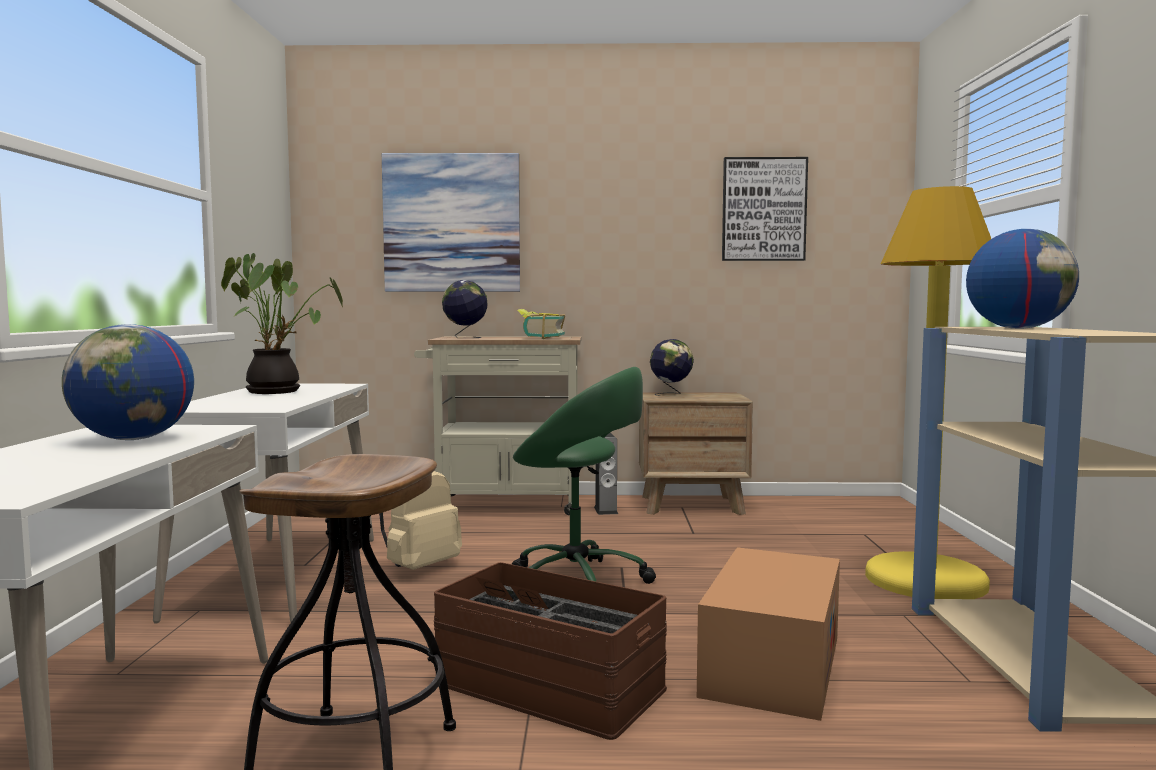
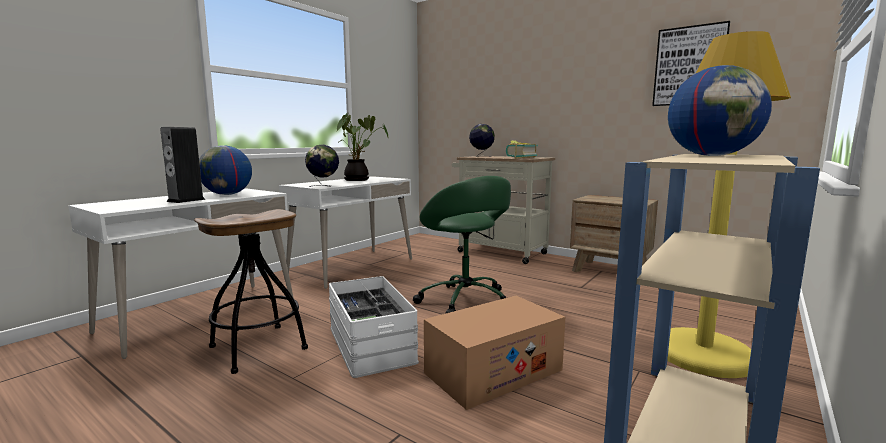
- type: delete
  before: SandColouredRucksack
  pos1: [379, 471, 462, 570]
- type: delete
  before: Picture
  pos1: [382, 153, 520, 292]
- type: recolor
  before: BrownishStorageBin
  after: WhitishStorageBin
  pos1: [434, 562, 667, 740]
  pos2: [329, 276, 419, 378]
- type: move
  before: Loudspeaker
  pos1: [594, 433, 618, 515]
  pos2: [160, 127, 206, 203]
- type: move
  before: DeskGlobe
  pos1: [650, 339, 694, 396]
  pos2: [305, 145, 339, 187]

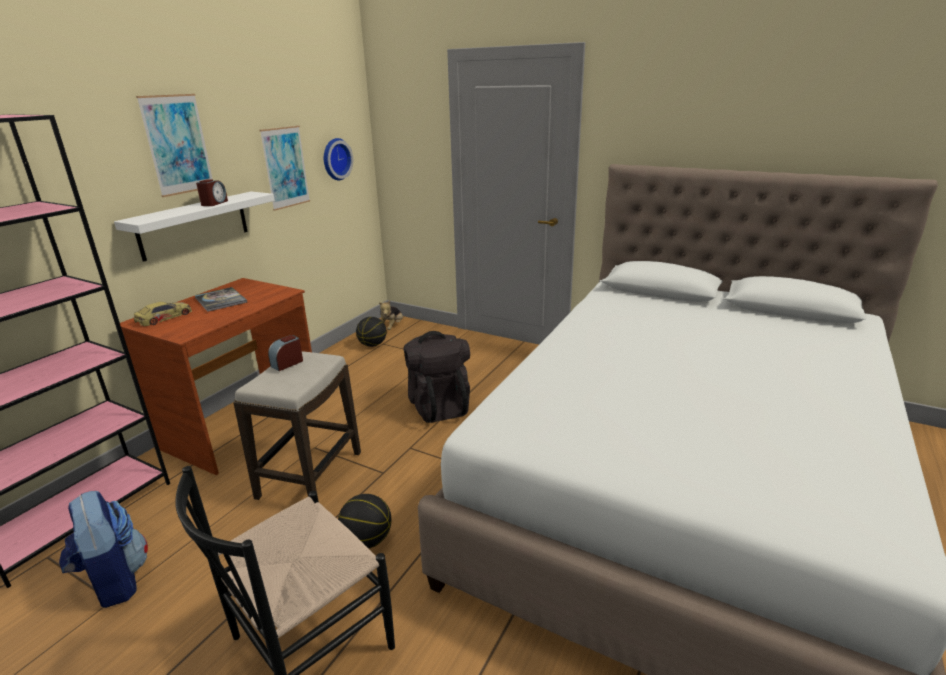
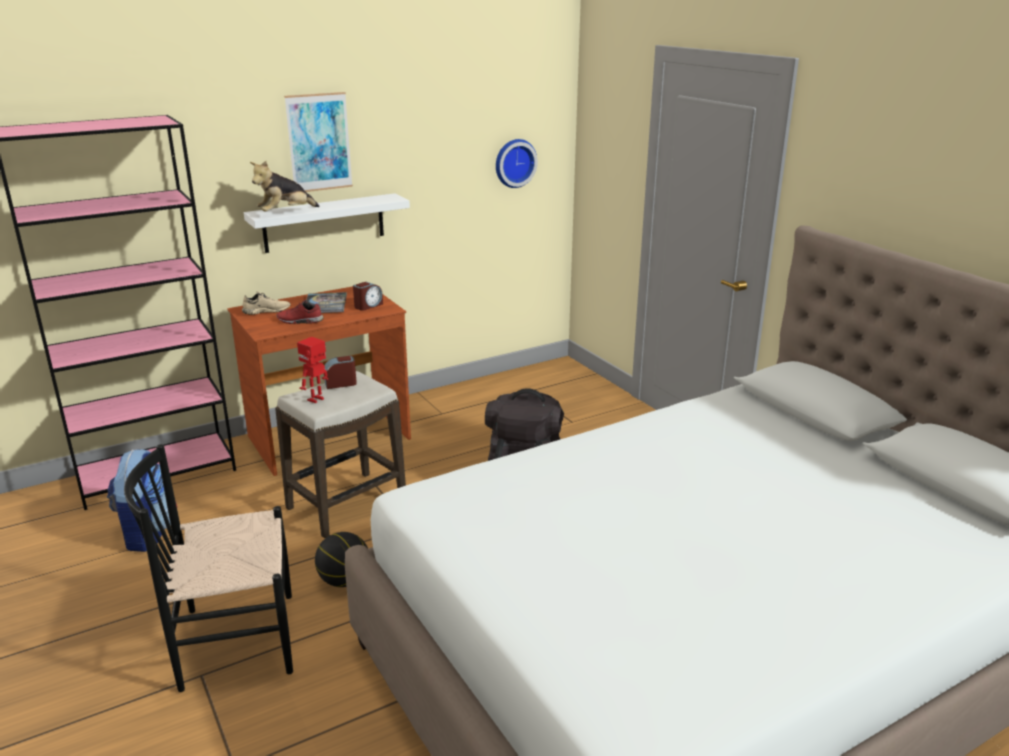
- type: replace
  before: MiniatureCar
  after: SandColouredLowShoe
  pos1: [134, 302, 192, 326]
  pos2: [242, 292, 290, 315]
- type: move
  before: BedsideClock
  pos1: [196, 179, 228, 206]
  pos2: [353, 282, 383, 311]
- type: delete
  before: Picture
  pos1: [259, 126, 310, 211]
- type: delete
  before: BasketballBall
  pos1: [356, 317, 387, 347]
- type: move
  before: PlushToy
  pos1: [379, 300, 403, 330]
  pos2: [250, 161, 319, 212]
- type: insert
  after: RedLowShoe
  pos2: [276, 300, 323, 324]
- type: insert
  after: ModelRobot
  pos2: [297, 337, 328, 403]

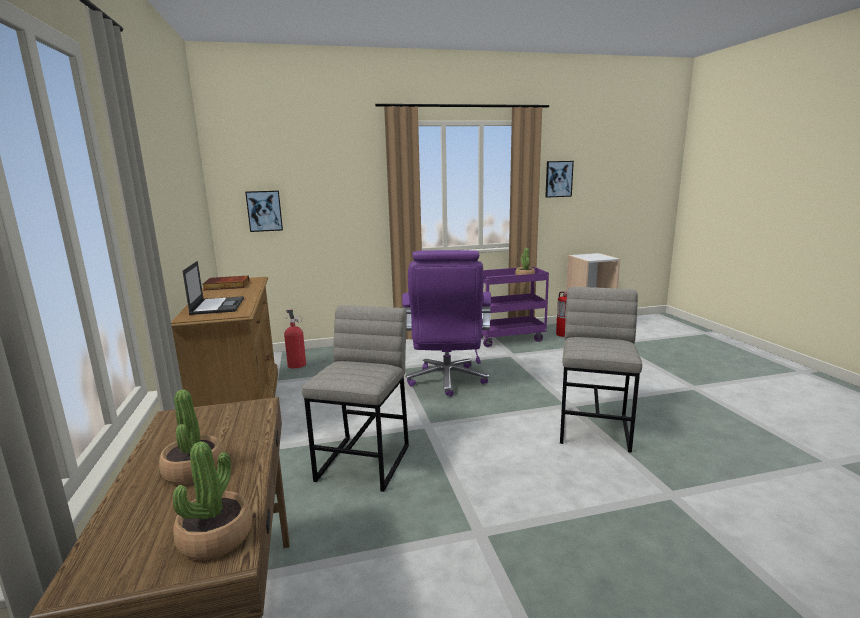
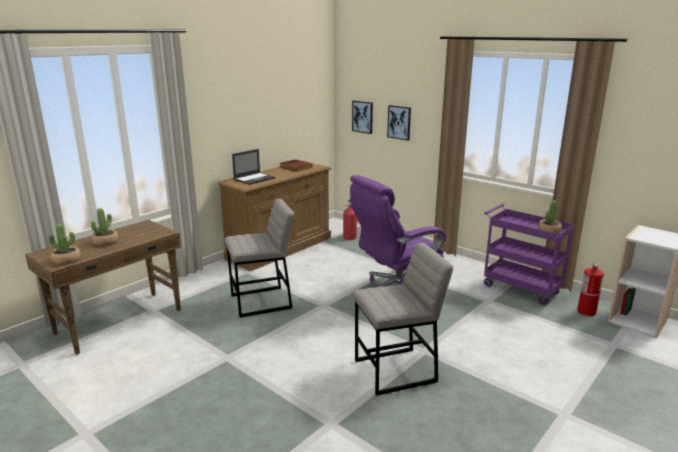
- type: move
  before: Picture
  pos1: [545, 161, 574, 198]
  pos2: [387, 105, 411, 141]

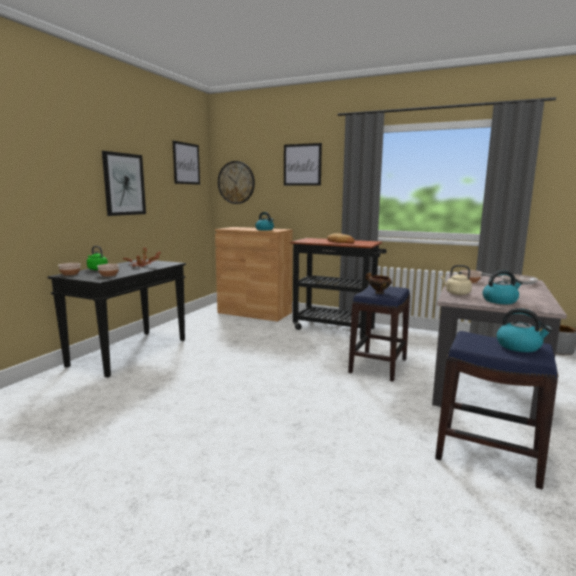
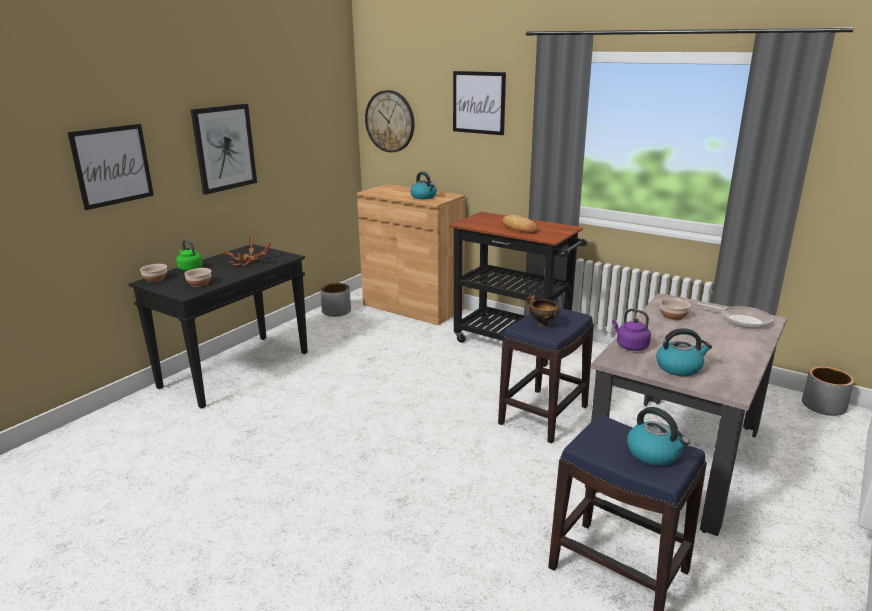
- type: move
  before: Picture
  pos1: [173, 141, 200, 185]
  pos2: [68, 124, 154, 210]
- type: recolor
  before: SandColouredKettle
  after: PurplishKettle
  pos1: [441, 265, 472, 295]
  pos2: [612, 309, 651, 351]
- type: insert
  after: GreyishPlanter
  pos2: [320, 283, 351, 317]

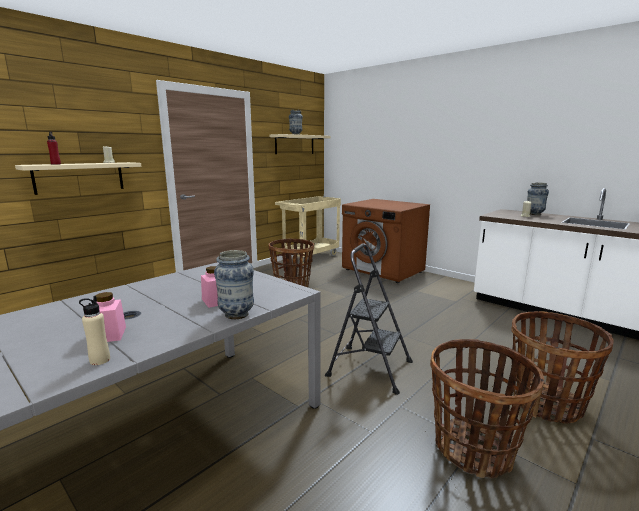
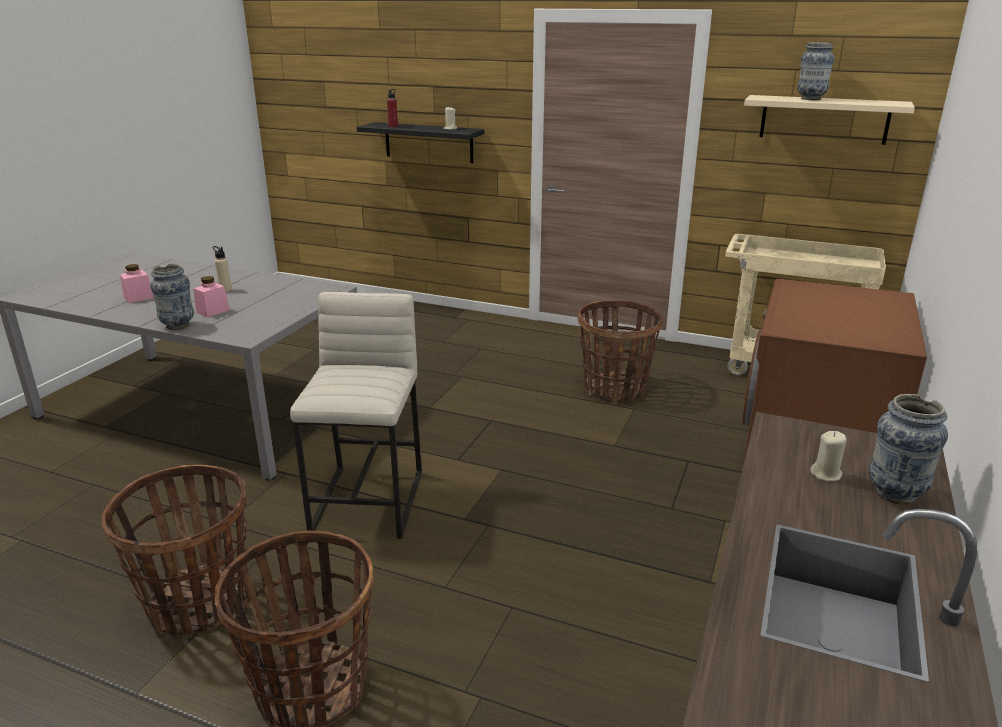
- type: recolor
  before: SandColouredWallShelf
  after: BlackWallShelf
  pos1: [15, 162, 142, 195]
  pos2: [357, 122, 485, 163]
- type: move
  before: SandColouredBeverageBottle
  pos1: [79, 296, 110, 365]
  pos2: [213, 246, 232, 292]
- type: replace
  before: BlackStepladder
  after: SandColouredStoolSeat
  pos1: [325, 244, 413, 395]
  pos2: [290, 292, 422, 539]

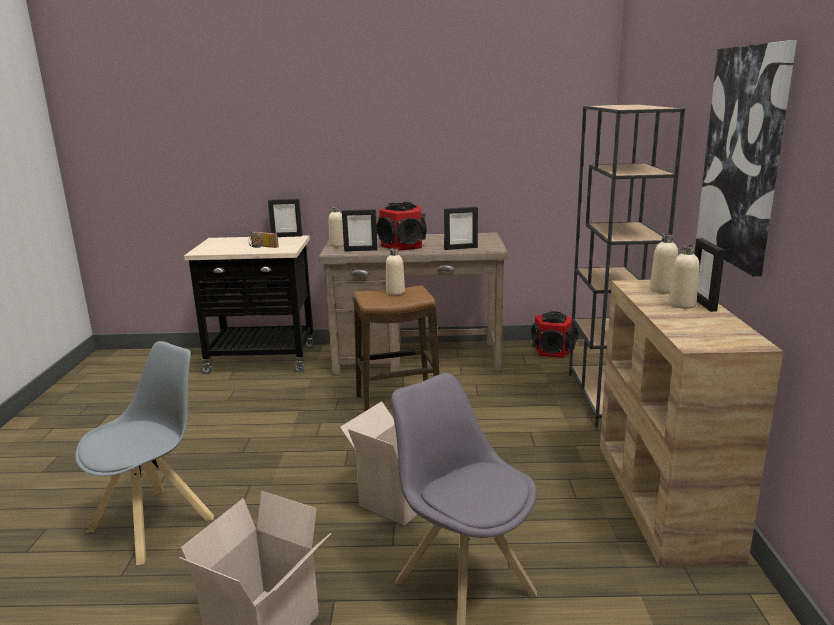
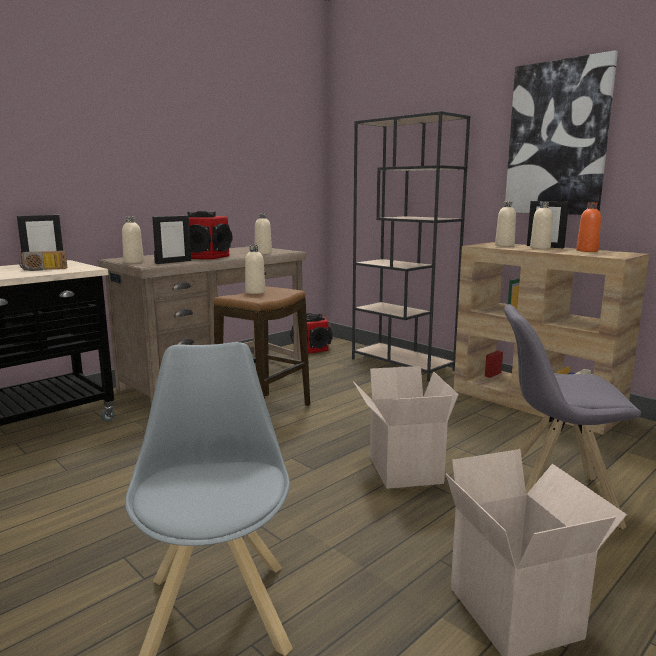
- type: replace
  before: PhotoFrame
  after: SandColouredBeverageBottle
  pos1: [444, 207, 478, 250]
  pos2: [255, 213, 272, 254]
- type: insert
  after: OrangeColouredBeverageBottle
  pos2: [576, 202, 601, 252]

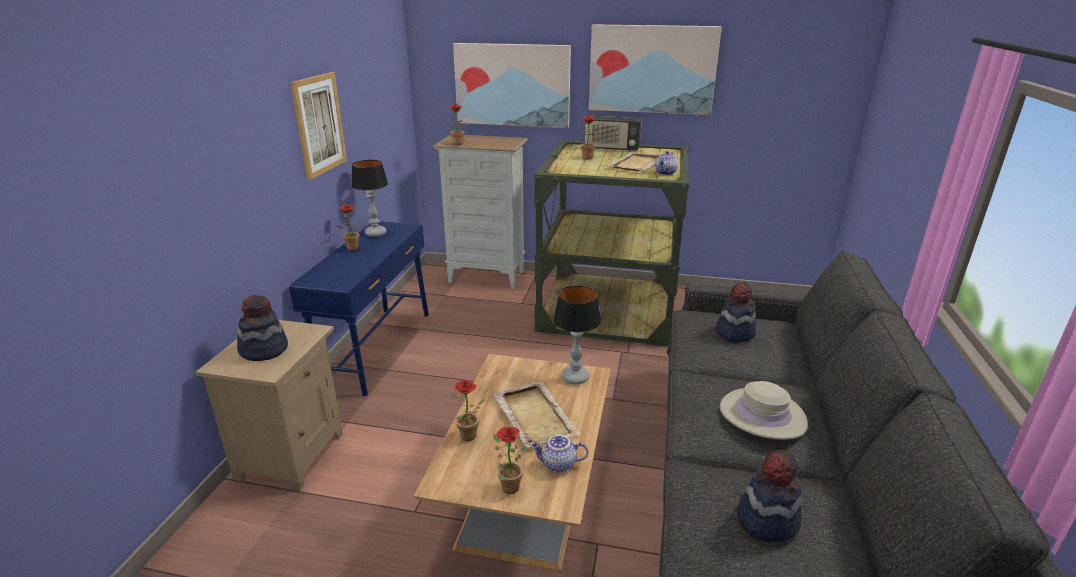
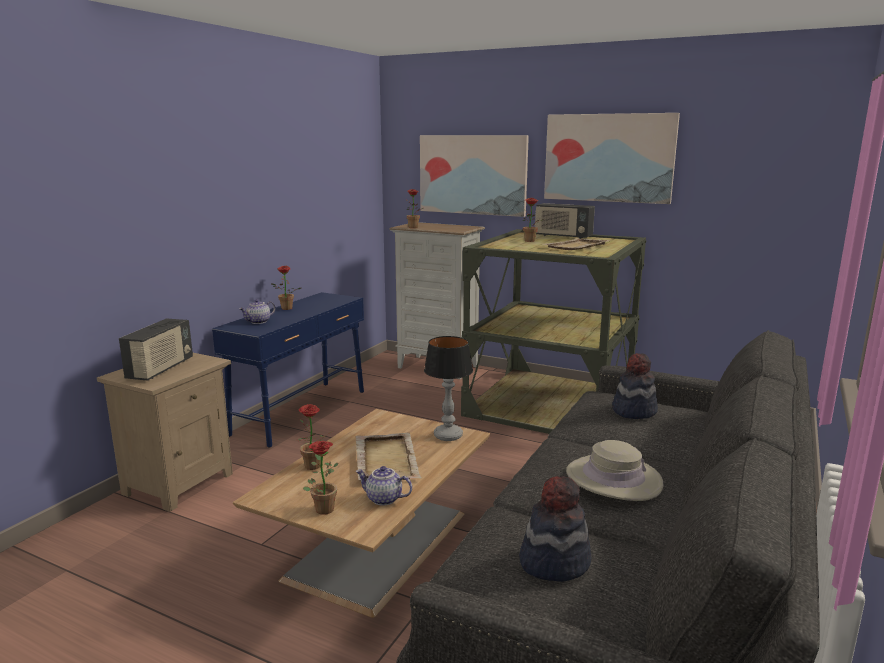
- type: replace
  before: Hat
  after: RadioReceiver
  pos1: [237, 295, 288, 361]
  pos2: [119, 318, 193, 381]
- type: delete
  before: Picture
  pos1: [290, 72, 347, 180]
- type: delete
  before: TableLamp
  pos1: [351, 160, 388, 237]
- type: move
  before: TeaPot
  pos1: [655, 151, 678, 175]
  pos2: [239, 299, 276, 324]

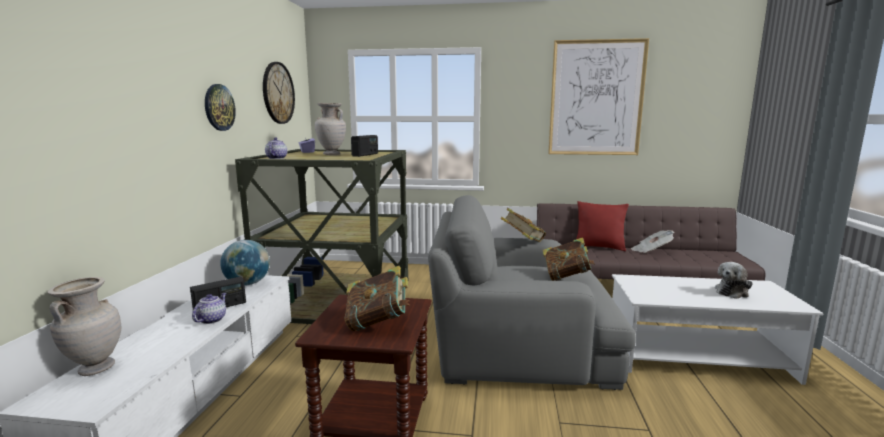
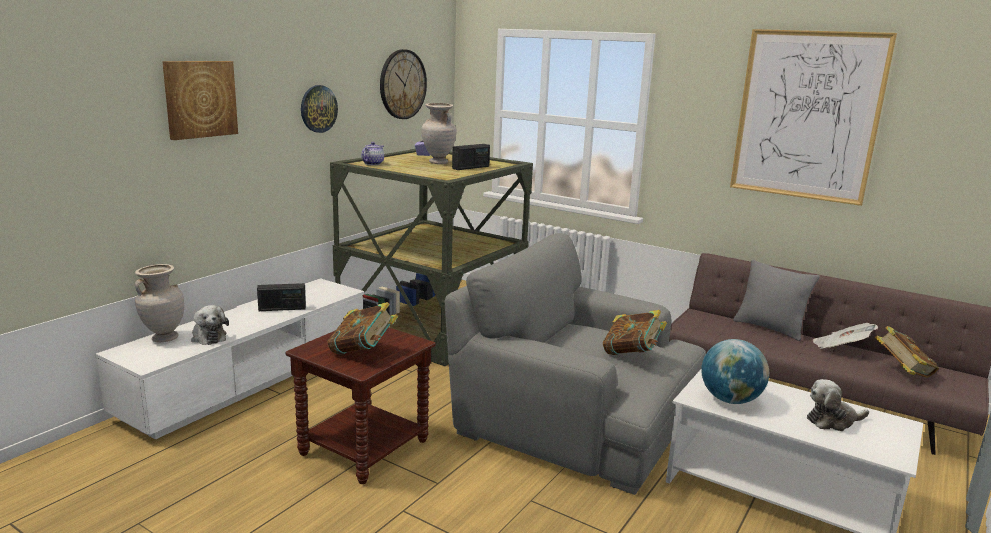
- type: delete
  before: TeaPot
  pos1: [192, 293, 226, 324]
- type: move
  before: DeskGlobe
  pos1: [220, 240, 270, 285]
  pos2: [701, 339, 769, 404]
- type: move
  before: Volume
  pos1: [501, 208, 546, 242]
  pos2: [875, 326, 939, 378]
- type: recolor
  before: RedThrowPillow
  after: GreyishThrowPillow
  pos1: [576, 201, 629, 251]
  pos2: [733, 259, 820, 341]
- type: insert
  after: Picture
  pos2: [162, 61, 238, 140]
- type: insert
  after: PlushToy
  pos2: [191, 305, 229, 345]

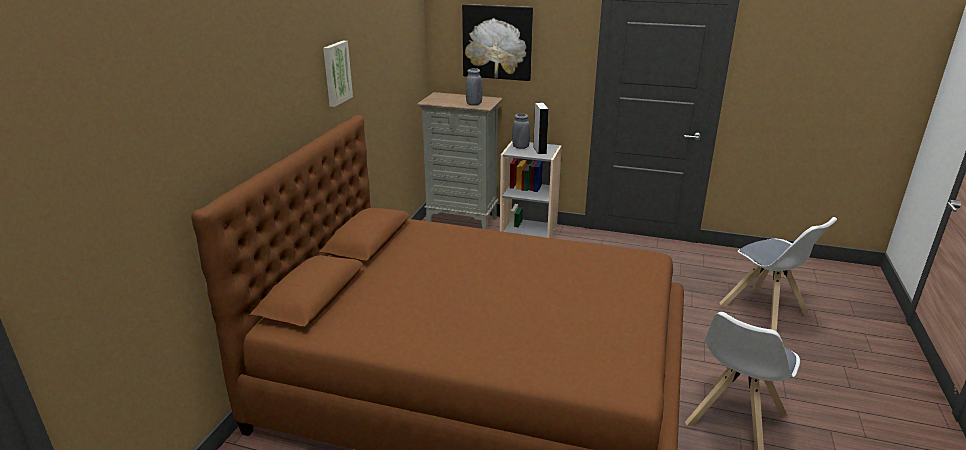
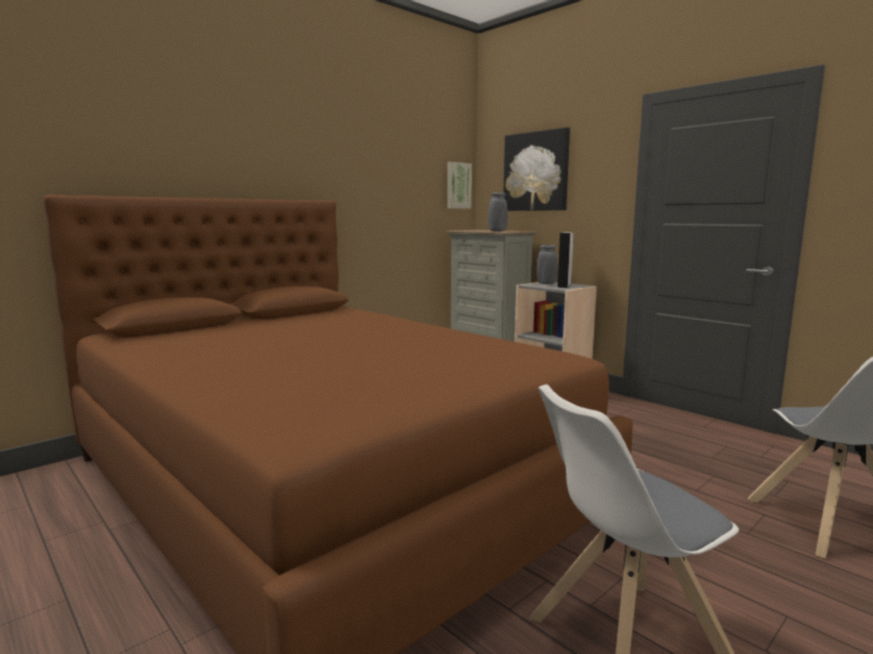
- type: move
  before: Picture
  pos1: [323, 41, 353, 107]
  pos2: [447, 162, 472, 209]

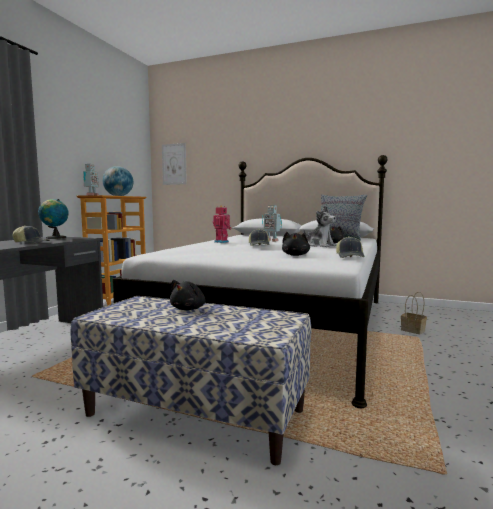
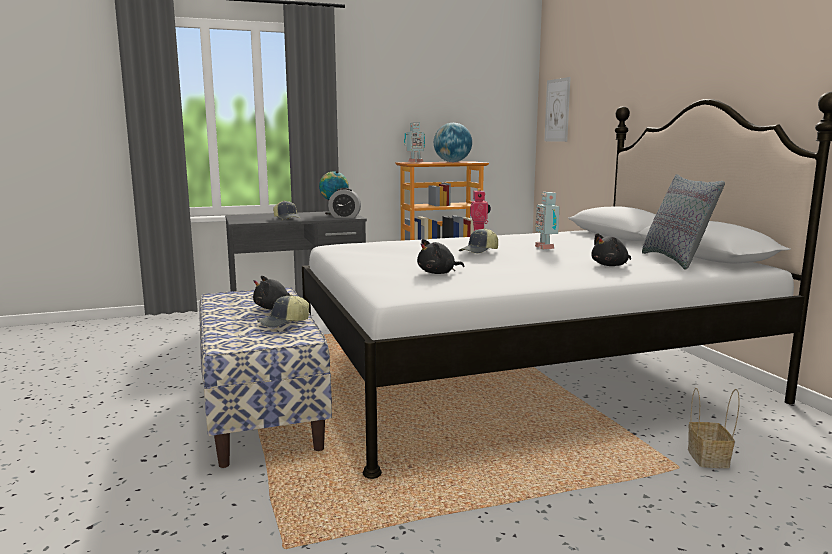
- type: delete
  before: PlushToy
  pos1: [303, 206, 337, 247]
- type: move
  before: PeakedCap
  pos1: [336, 236, 365, 258]
  pos2: [257, 295, 309, 328]
- type: insert
  after: BedsideClock
  pos2: [328, 188, 361, 218]

